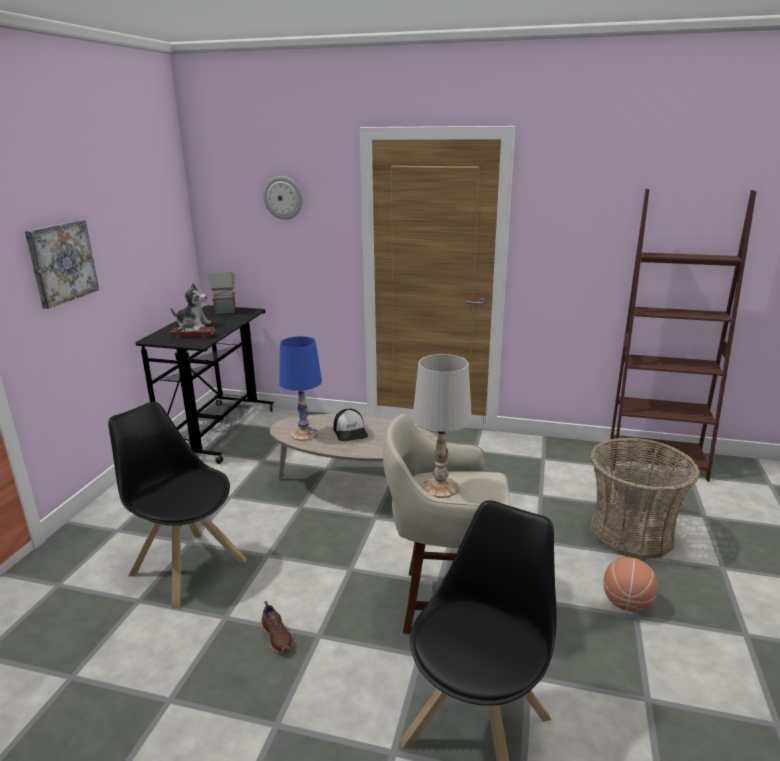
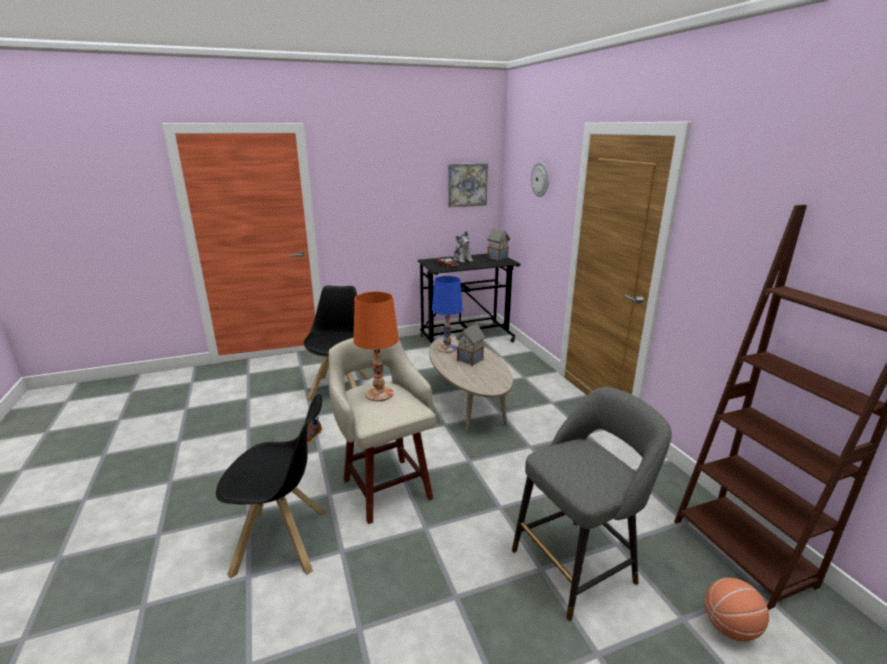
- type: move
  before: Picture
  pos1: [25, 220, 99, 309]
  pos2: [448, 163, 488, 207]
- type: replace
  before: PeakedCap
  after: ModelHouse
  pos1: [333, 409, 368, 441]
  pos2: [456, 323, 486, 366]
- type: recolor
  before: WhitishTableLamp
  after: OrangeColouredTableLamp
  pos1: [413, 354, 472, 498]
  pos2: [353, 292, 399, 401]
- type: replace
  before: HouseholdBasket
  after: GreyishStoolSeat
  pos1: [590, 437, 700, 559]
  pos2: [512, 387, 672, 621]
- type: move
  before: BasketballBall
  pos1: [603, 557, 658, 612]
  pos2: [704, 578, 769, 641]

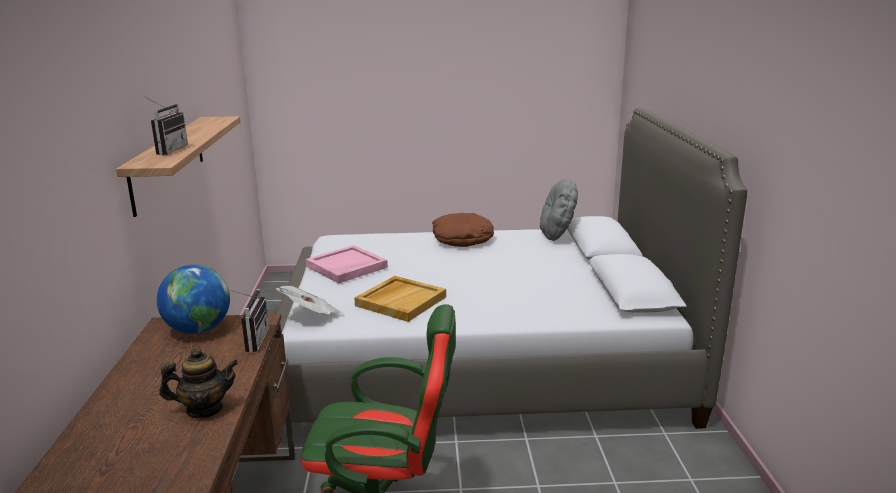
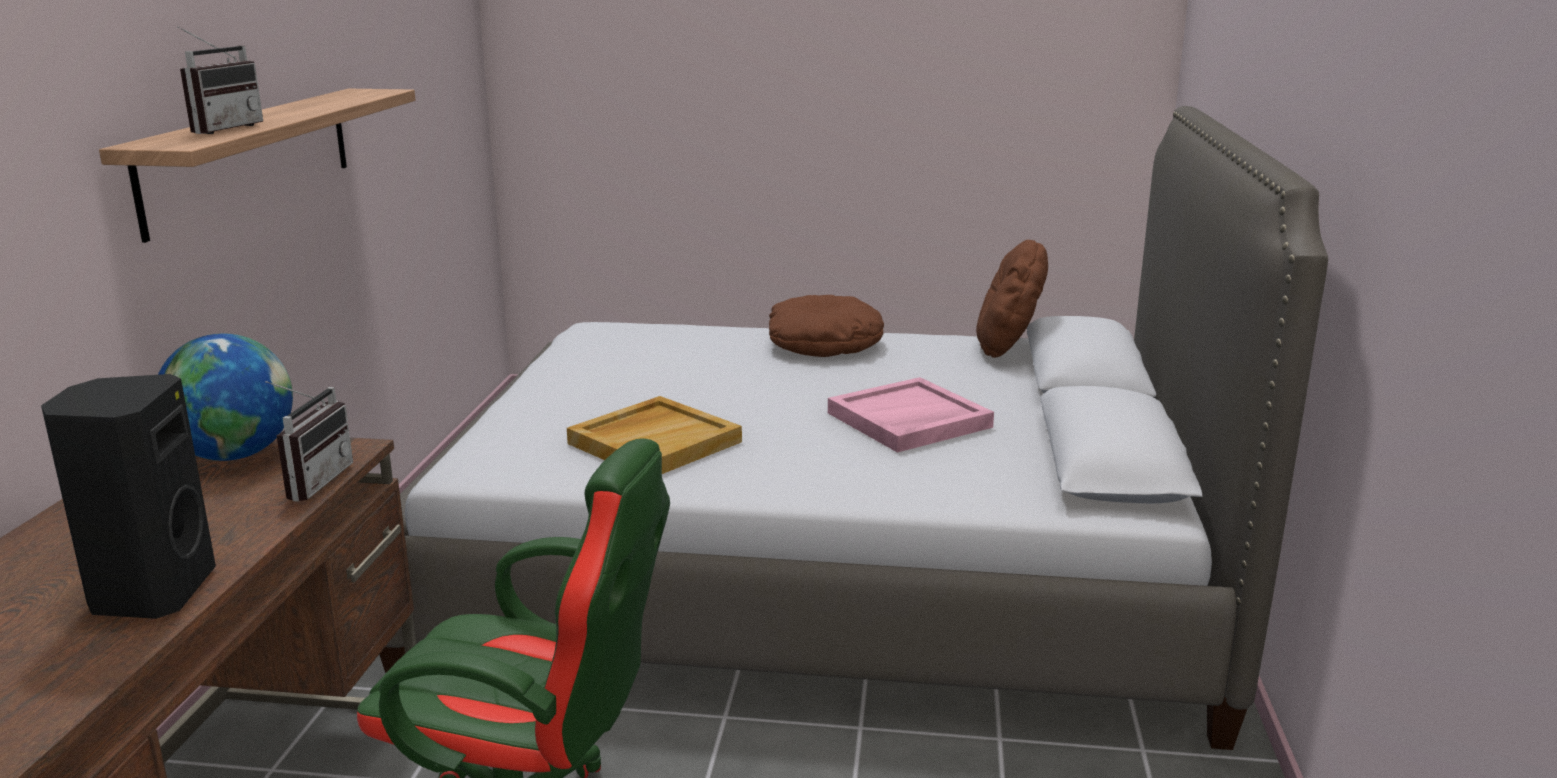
- type: replace
  before: TeaPot
  after: BlackLoudspeaker
  pos1: [159, 347, 239, 419]
  pos2: [41, 374, 216, 619]
- type: delete
  before: PrintedPaper
  pos1: [276, 286, 344, 315]
- type: move
  before: PinkServingTray
  pos1: [306, 245, 388, 284]
  pos2: [828, 377, 994, 453]
- type: recolor
  before: GreyishThrowPillow
  after: BrownishThrowPillow
  pos1: [540, 179, 578, 241]
  pos2: [976, 240, 1048, 358]

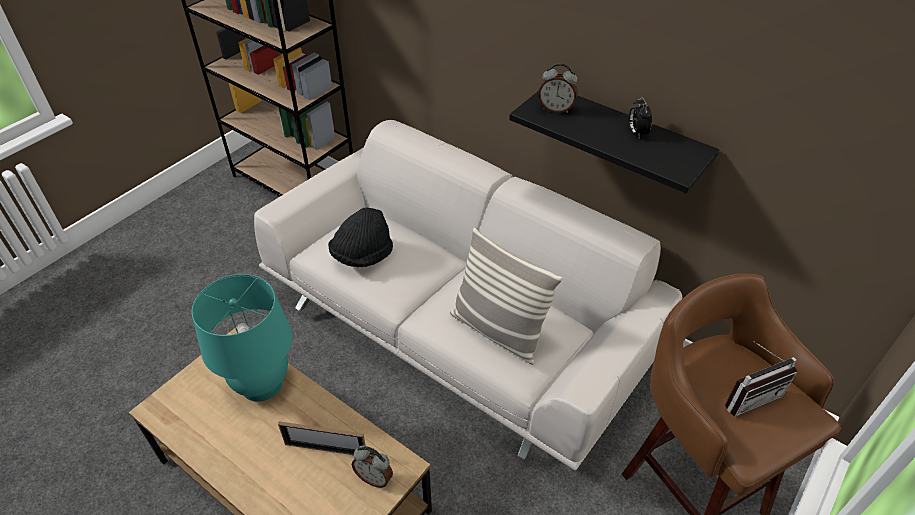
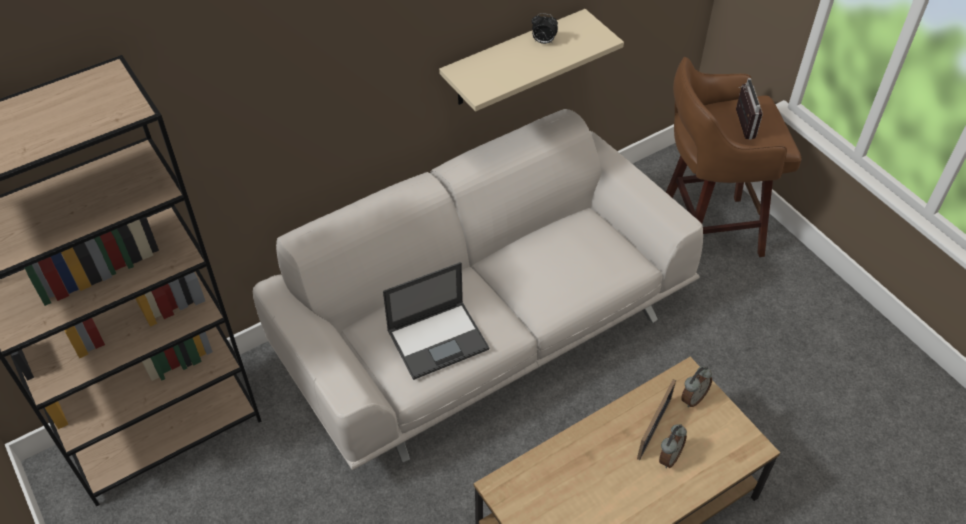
- type: delete
  before: TurquoiseColouredTableLamp
  pos1: [192, 274, 292, 402]
- type: replace
  before: BlackHat
  after: PortableComputer
  pos1: [328, 207, 393, 267]
  pos2: [383, 262, 489, 380]
- type: delete
  before: ThrowPillow
  pos1: [450, 228, 563, 365]
- type: recolor
  before: BlackWallShelf
  after: SandColouredWallShelf
  pos1: [509, 91, 720, 194]
  pos2: [439, 9, 624, 111]
- type: move
  before: BedsideClock
  pos1: [538, 63, 577, 113]
  pos2: [659, 424, 687, 468]

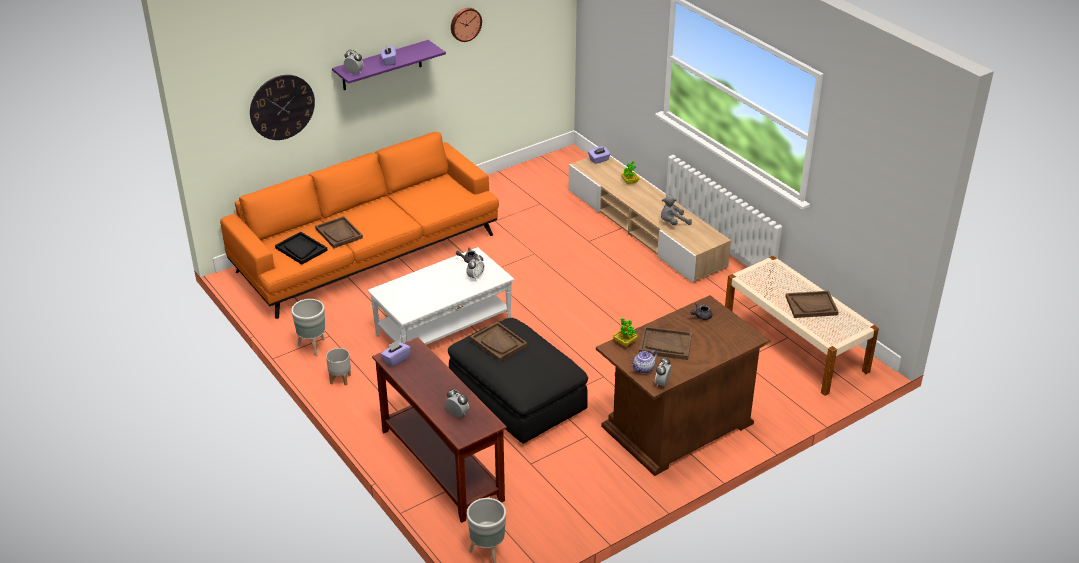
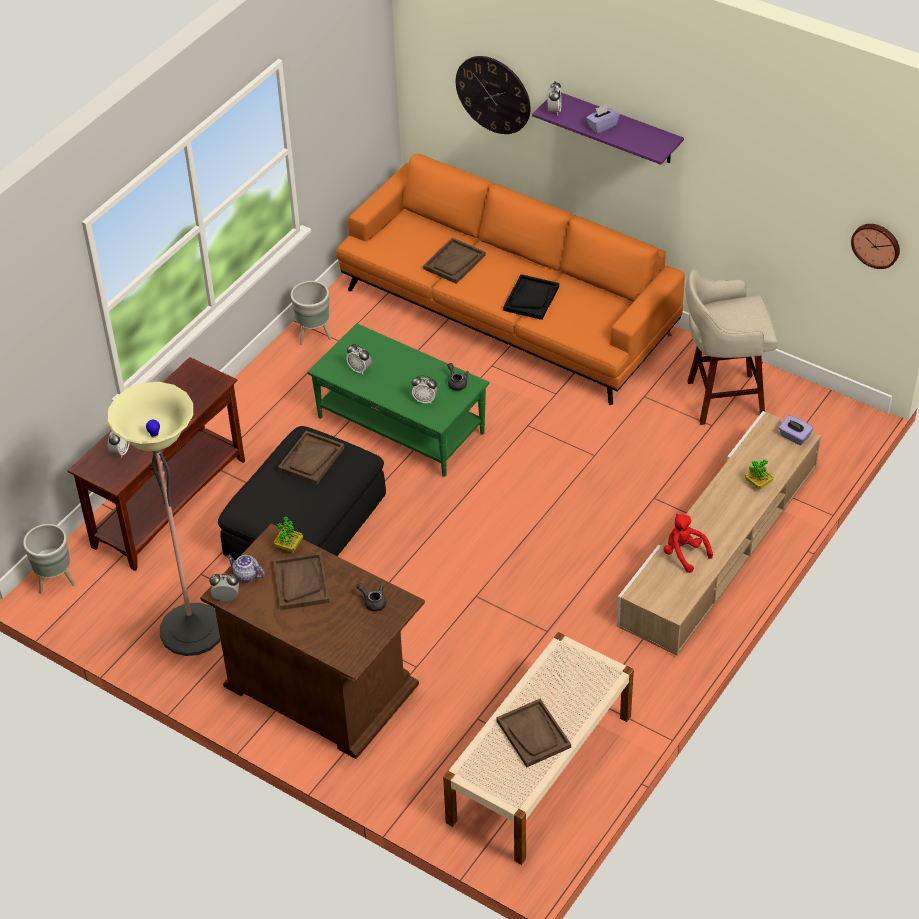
- type: move
  before: BlackServingTray
  pos1: [275, 232, 328, 265]
  pos2: [503, 274, 559, 320]
- type: delete
  before: GreyishPlanter
  pos1: [326, 348, 351, 386]
- type: recolor
  before: WhitishLowTable
  after: GreenColouredLowTable
  pos1: [368, 247, 515, 345]
  pos2: [307, 323, 489, 477]
- type: delete
  before: PurplishTissueHolder
  pos1: [381, 340, 411, 367]
- type: move
  before: ClockOnTheWall
  pos1: [451, 8, 482, 42]
  pos2: [851, 224, 900, 269]
- type: recolor
  before: GreyishPlushToy
  after: RedPlushToy
  pos1: [661, 195, 692, 225]
  pos2: [664, 514, 713, 573]
- type: insert
  after: StandingLamp
  pos2: [107, 382, 220, 656]
- type: insert
  after: BedsideClock
  pos2: [346, 344, 372, 374]
- type: insert
  after: SandColouredStoolSeat
  pos2: [685, 269, 778, 425]

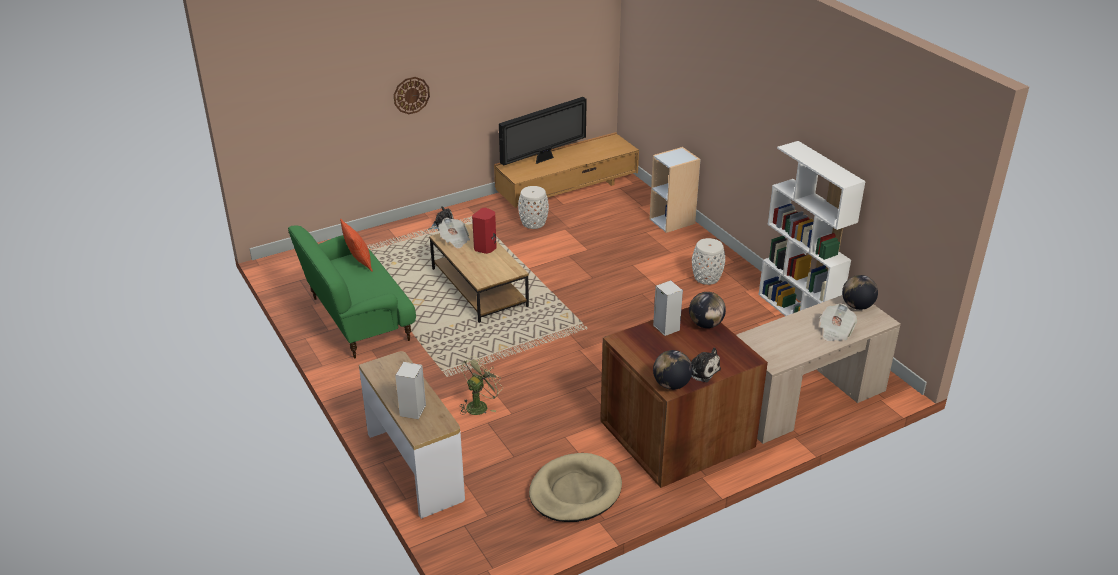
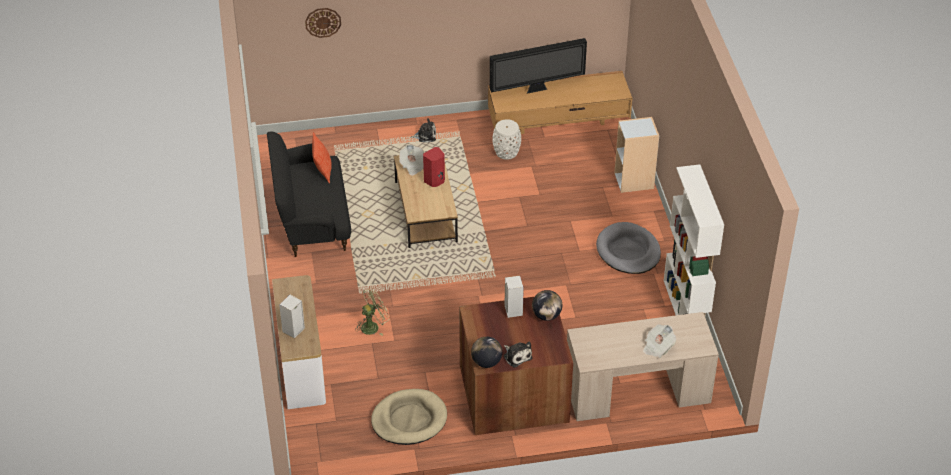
- type: recolor
  before: GreenColouredSofa
  after: BlackSofa
  pos1: [288, 226, 416, 359]
  pos2: [267, 132, 351, 257]
- type: move
  before: ClockOnTheWall
  pos1: [394, 77, 430, 114]
  pos2: [305, 8, 341, 38]
- type: replace
  before: WhitishStoolSeat
  after: GreyishPetBed
  pos1: [692, 238, 725, 285]
  pos2: [596, 222, 661, 274]
- type: delete
  before: DeskGlobe
  pos1: [842, 275, 878, 310]

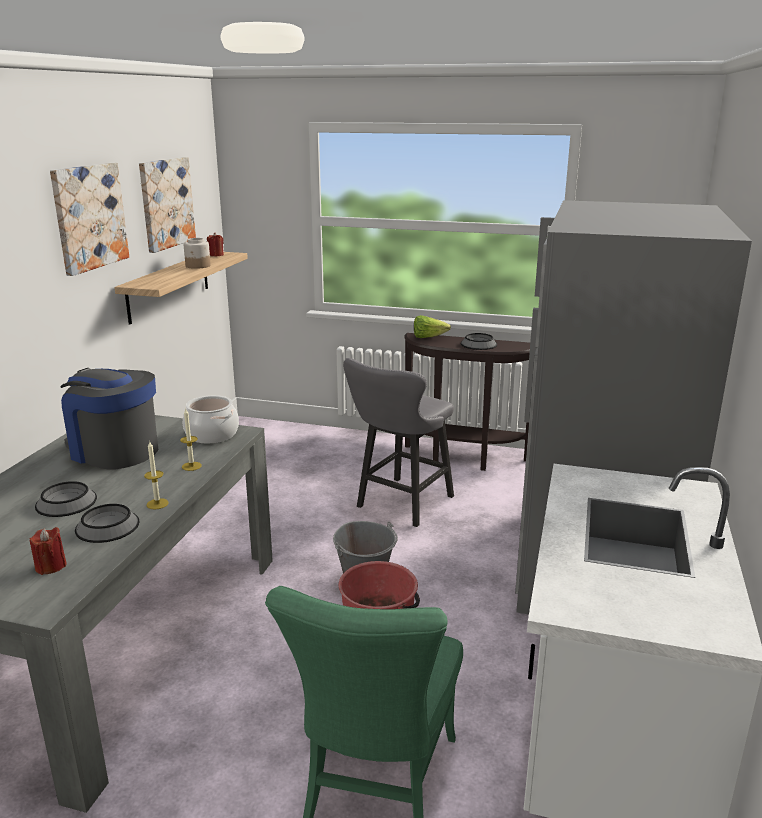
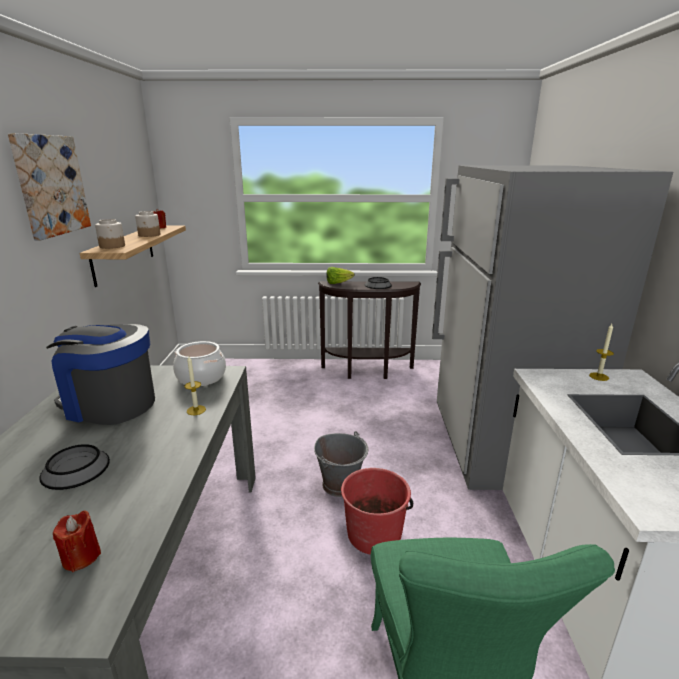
- type: delete
  before: Bowl
  pos1: [75, 504, 140, 543]
- type: delete
  before: Picture
  pos1: [139, 157, 196, 253]
- type: move
  before: WaxLight
  pos1: [144, 442, 169, 509]
  pos2: [589, 324, 614, 381]
- type: delete
  before: GreyishStoolSeat
  pos1: [343, 358, 454, 527]
- type: insert
  after: StorageJar
  pos2: [95, 219, 125, 249]

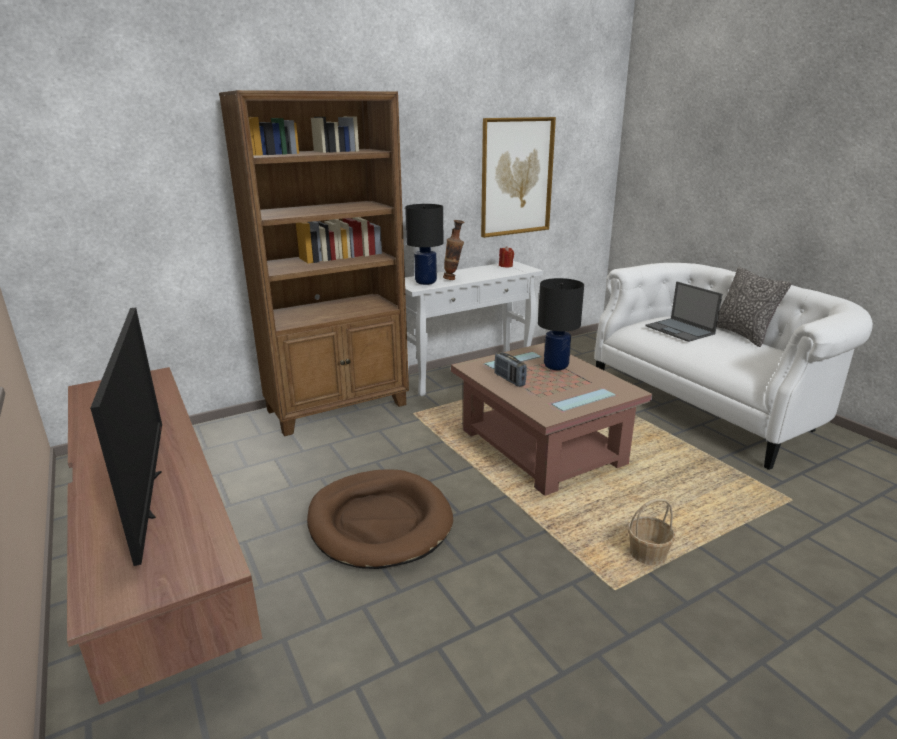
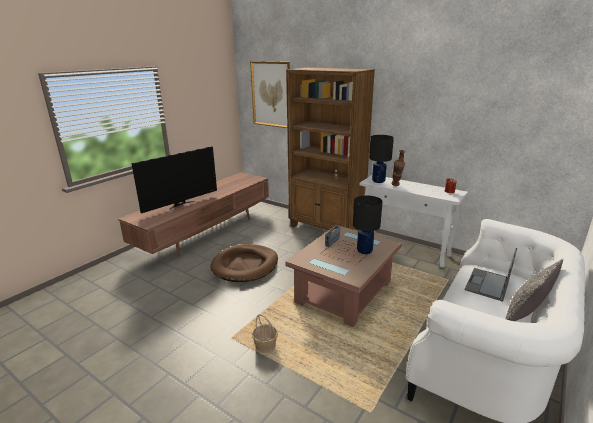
- type: move
  before: Picture
  pos1: [481, 117, 556, 238]
  pos2: [250, 61, 290, 128]

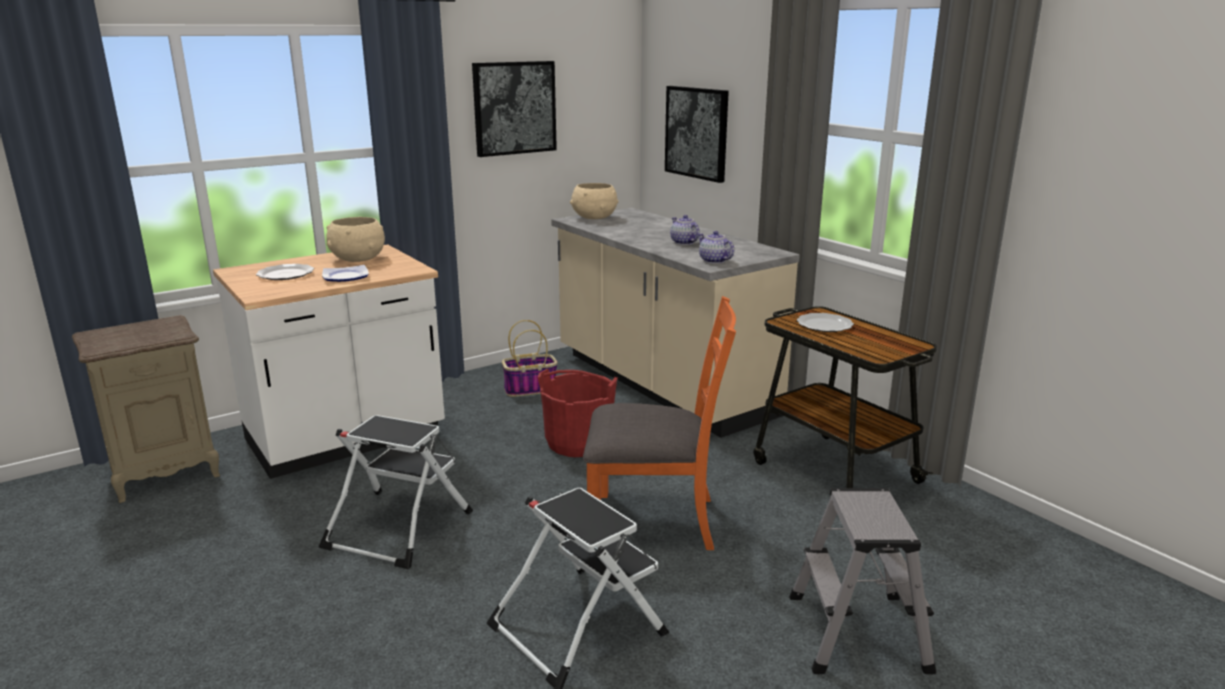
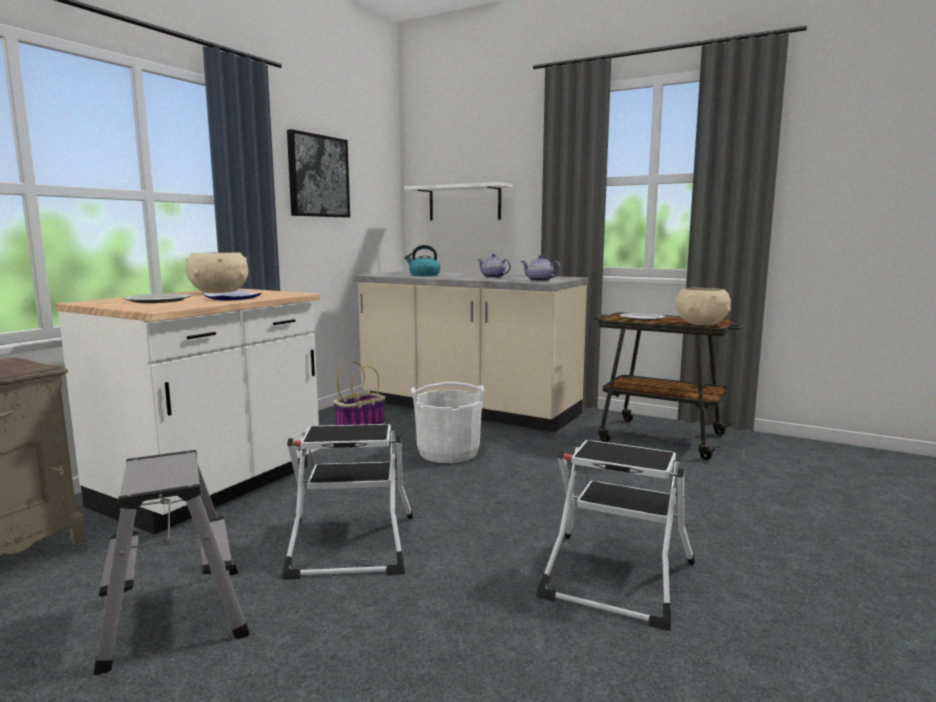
- type: recolor
  before: RedBucket
  after: WhitishBucket
  pos1: [538, 369, 618, 457]
  pos2: [411, 382, 484, 463]
- type: move
  before: SandColouredBowl
  pos1: [570, 183, 619, 219]
  pos2: [675, 288, 731, 326]
- type: delete
  before: OrangeColouredChair
  pos1: [583, 296, 736, 550]
- type: replace
  before: Picture
  after: WhitishWallShelf
  pos1: [665, 86, 729, 183]
  pos2: [404, 182, 513, 221]
- type: move
  before: GreyishStepladder
  pos1: [789, 488, 936, 674]
  pos2: [93, 450, 250, 675]
- type: insert
  after: Kettle
  pos2: [404, 245, 440, 276]

